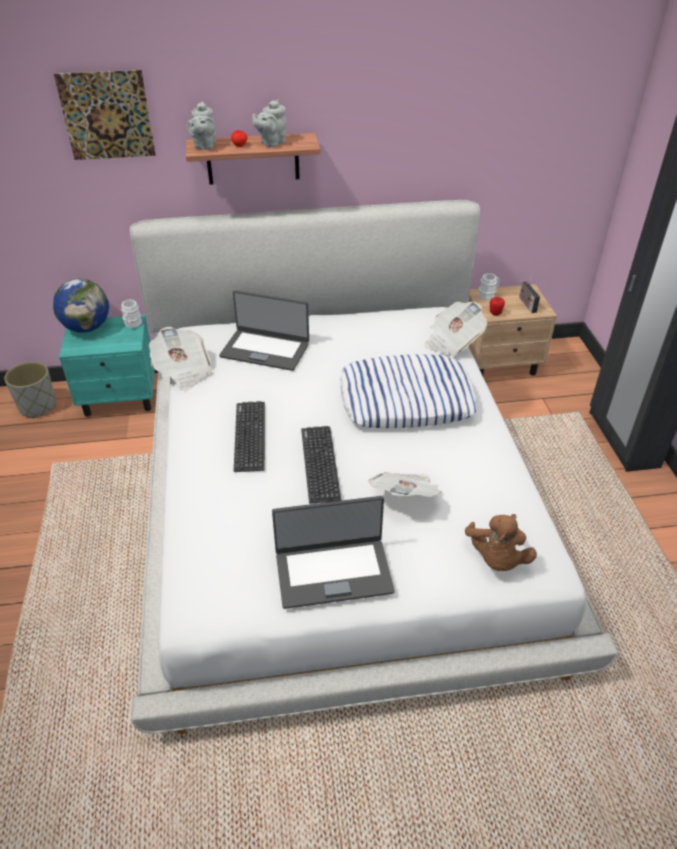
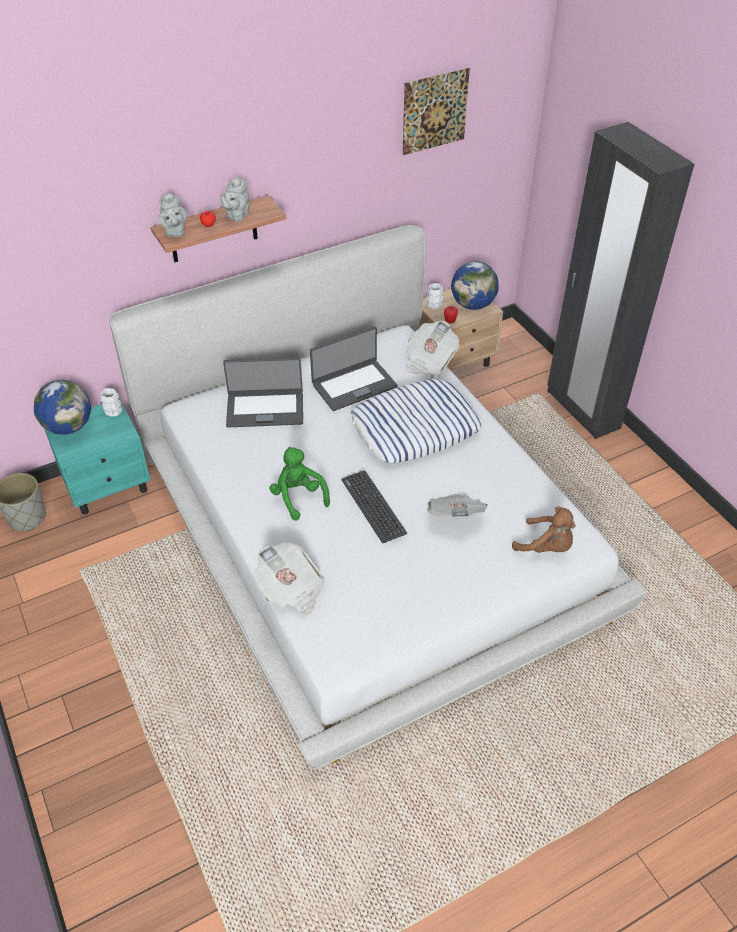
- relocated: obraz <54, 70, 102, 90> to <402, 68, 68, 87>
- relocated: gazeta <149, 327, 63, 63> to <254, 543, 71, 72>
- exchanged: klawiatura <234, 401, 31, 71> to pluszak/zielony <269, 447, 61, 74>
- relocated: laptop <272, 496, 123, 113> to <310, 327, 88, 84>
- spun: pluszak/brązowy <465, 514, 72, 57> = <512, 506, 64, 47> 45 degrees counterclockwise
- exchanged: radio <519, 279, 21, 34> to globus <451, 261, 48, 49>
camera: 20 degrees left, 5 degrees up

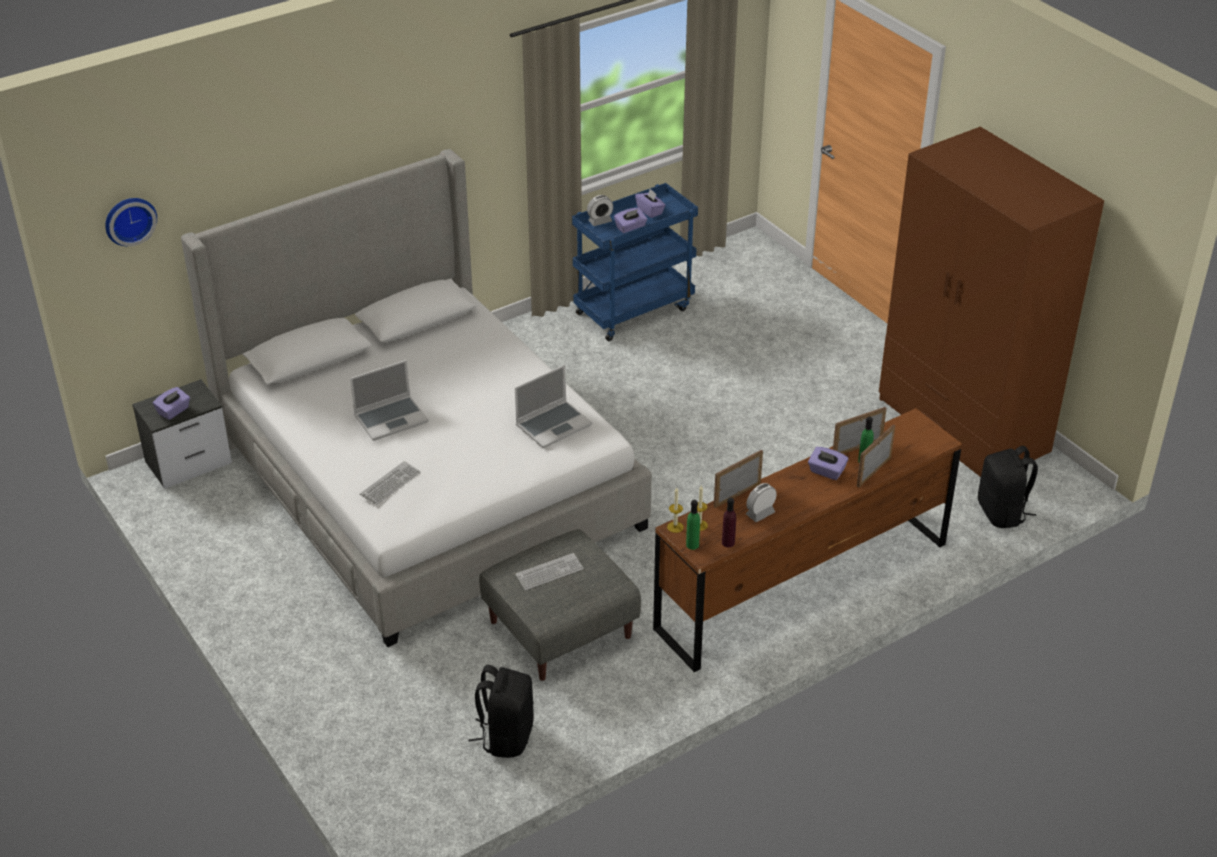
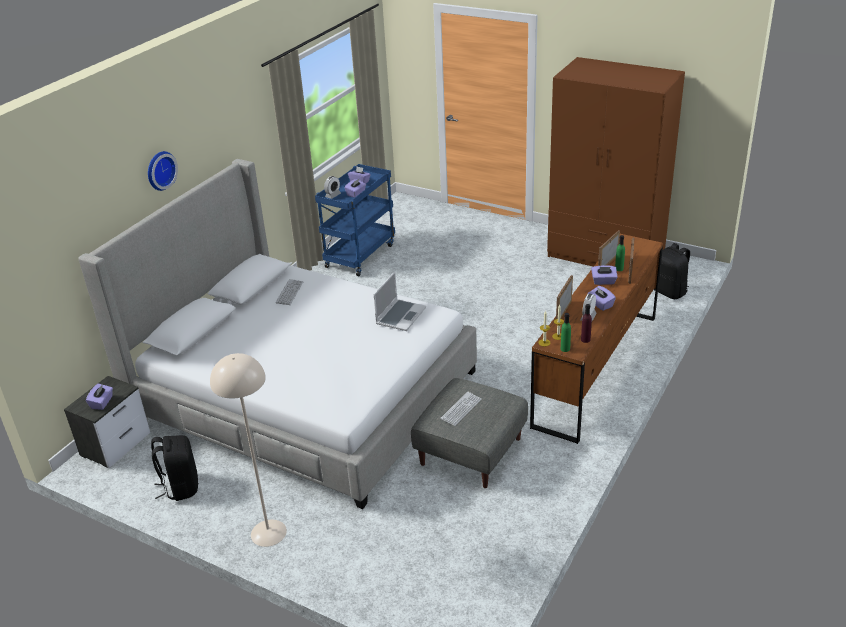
- relocated: zegar ścienny <105, 198, 52, 48> to <148, 151, 30, 40>
- missing: laptop <350, 360, 79, 81>
- relocated: klawiatura <360, 461, 60, 44> to <276, 279, 27, 26>
- relocated: plecak/czarny <469, 665, 65, 93> to <151, 435, 47, 66>
- appeared: lampa stojąca/beżowy <210, 353, 77, 194>
- appeared: pudełko chusteczek/fioletowy <588, 286, 28, 25>
camera: 25 degrees left, 5 degrees down

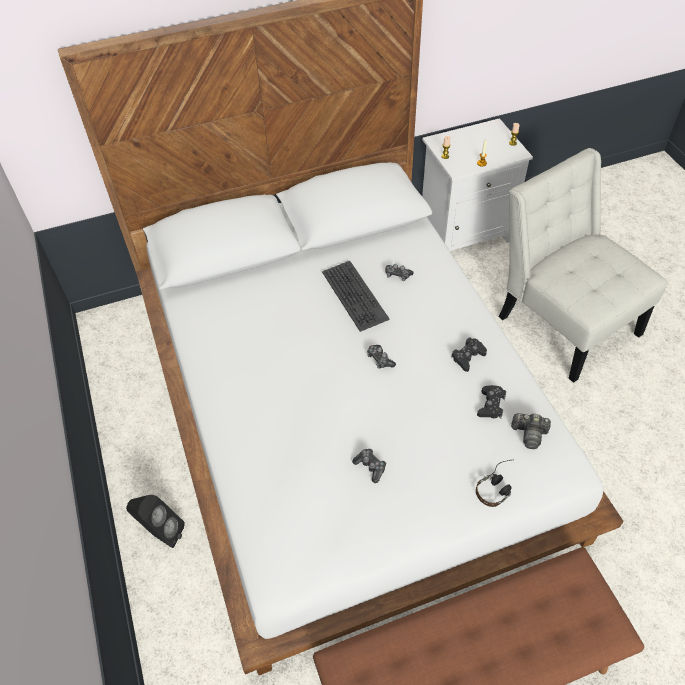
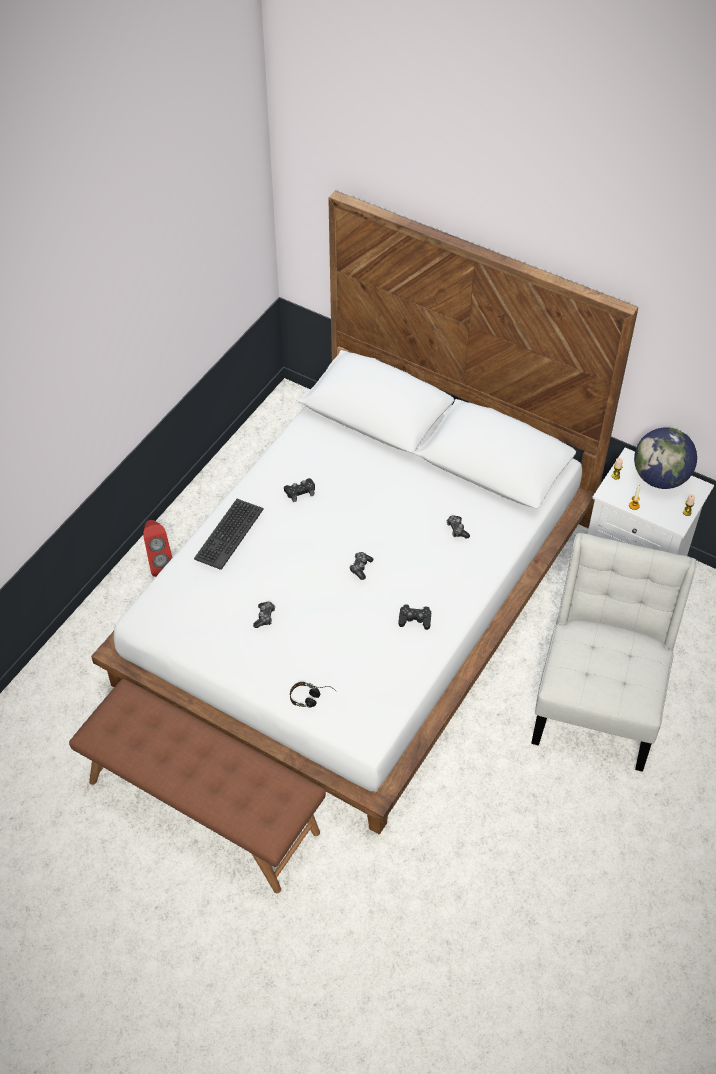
- colour: głośnik/czarny <126, 495, 59, 53> to głośnik/czerwony <143, 520, 30, 57>
- relocated: klawiatura <322, 261, 68, 71> to <194, 499, 70, 71>
- relocated: pad do gier/czarny <477, 385, 29, 33> to <284, 478, 31, 24>
- missing: aparat fotograficzny <511, 413, 40, 36>
- appeared: globus <634, 427, 63, 62>
camera: 50 degrees right, 0 degrees up

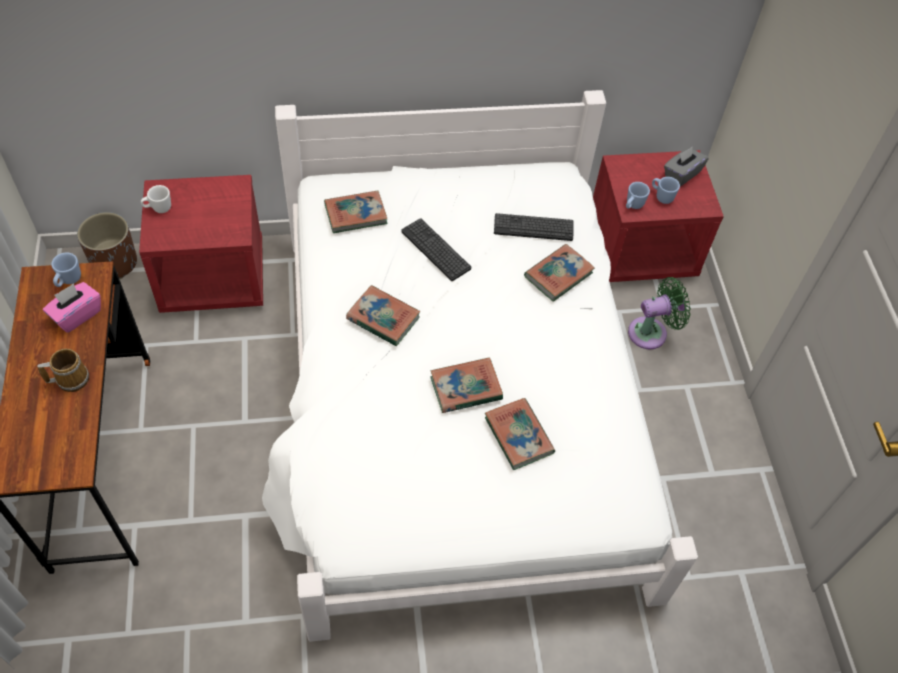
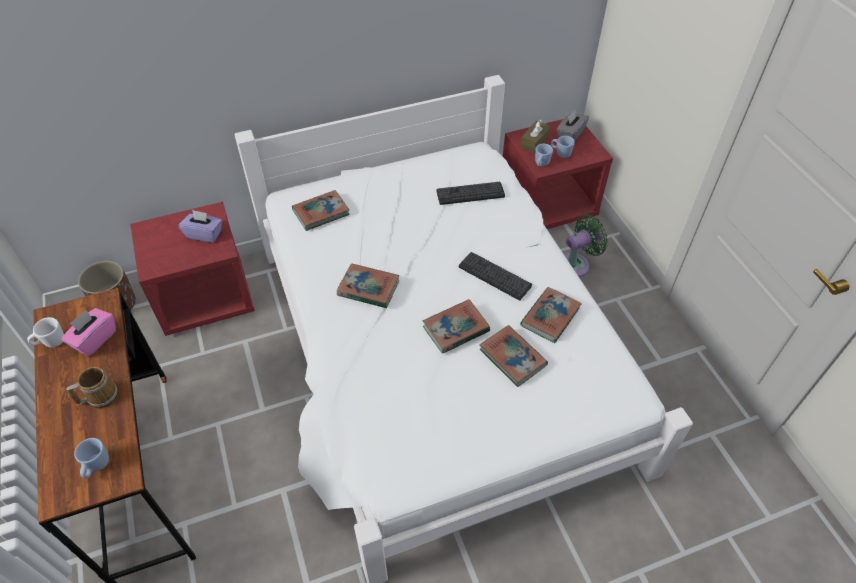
- relocated: kubek/niebieski <51, 253, 30, 34> to <74, 438, 35, 41>
- relocated: kubek/biały <141, 185, 30, 28> to <27, 317, 37, 31>
- relocated: klawiatura <401, 218, 70, 63> to <459, 252, 73, 48>
- relocated: książka <524, 244, 71, 58> to <520, 287, 62, 56>
- appeared: pudełko chusteczek/fioletowy <178, 210, 44, 33>
- appeared: pudełko chusteczek/brązowy <521, 120, 30, 33>
camera: 10 degrees left, 5 degrees down

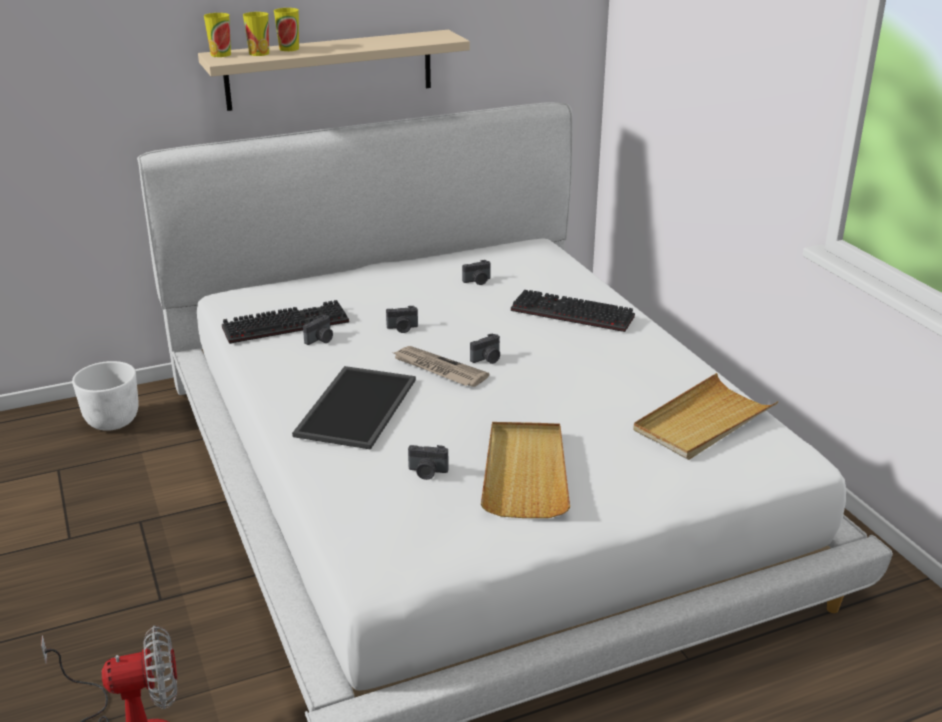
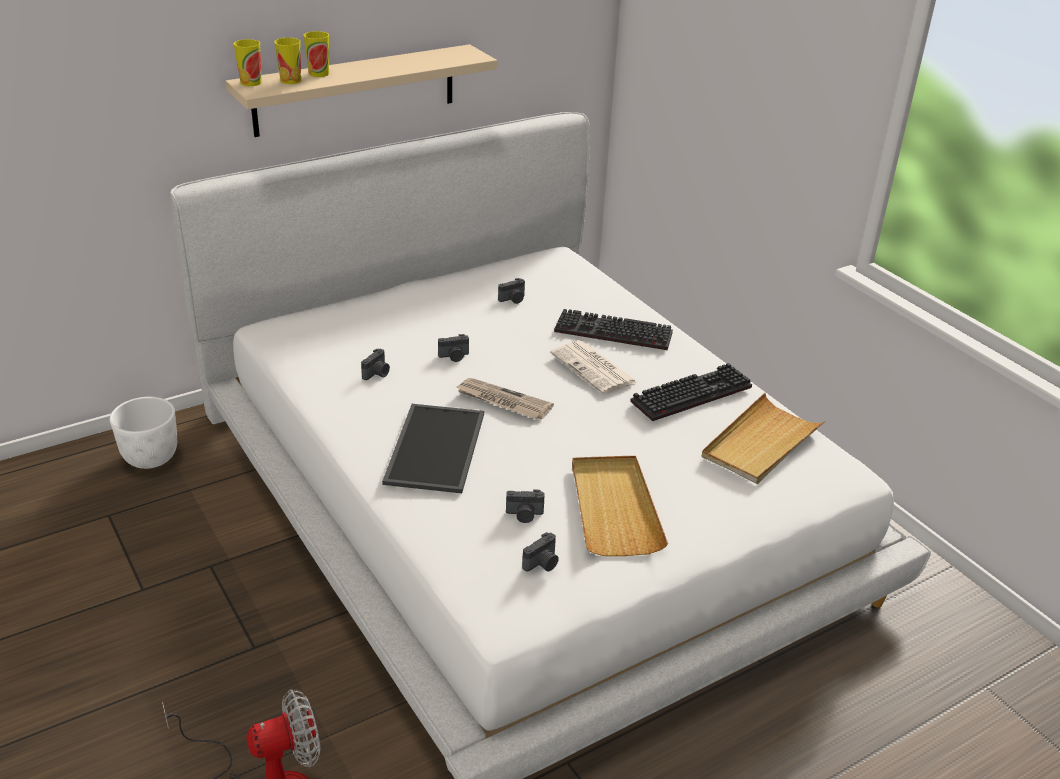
- relocated: klawiatura <222, 300, 127, 44> to <630, 363, 122, 58>
- relocated: aparat fotograficzny <470, 333, 30, 31> to <522, 532, 37, 40>
- appeared: gazeta <550, 340, 87, 54>
camera: 10 degrees left, 5 degrees up

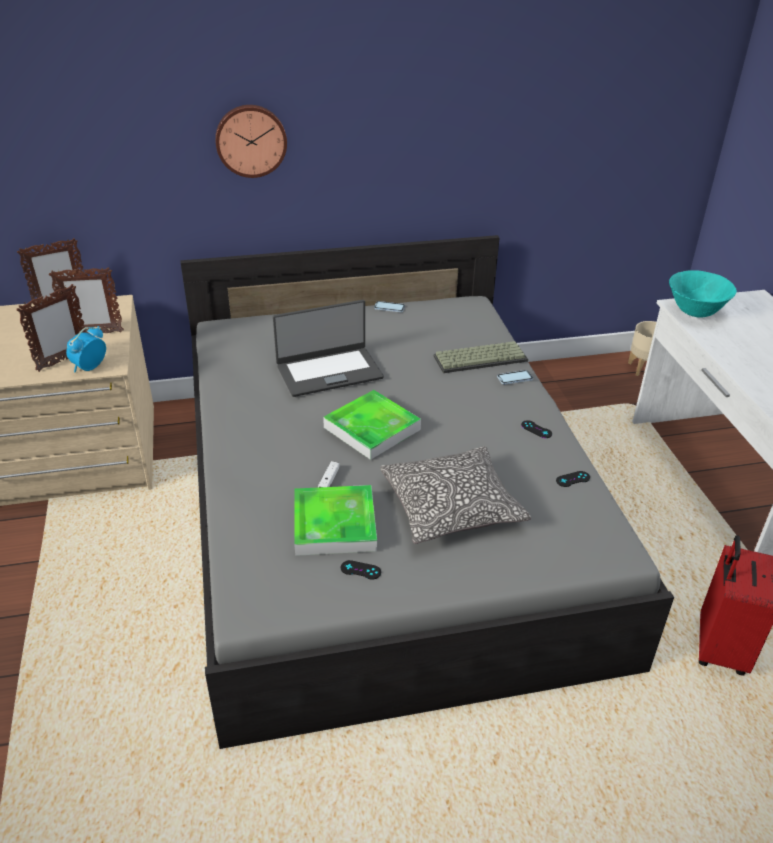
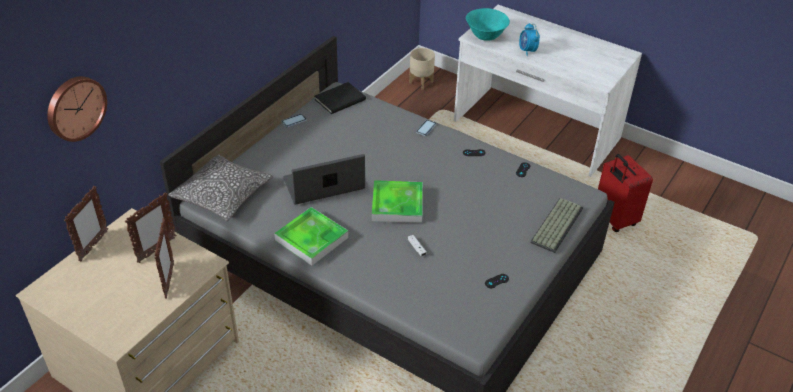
- relocated: budzik <66, 326, 40, 47> to <519, 23, 21, 33>
- relocated: zegar ścienny <215, 105, 72, 73> to <47, 76, 60, 66>
- spun: laptop <273, 300, 111, 97> = <283, 154, 82, 51> 135 degrees counterclockwise
- relocated: taca <294, 485, 83, 71> to <274, 207, 74, 59>
- relocated: poduszka <380, 446, 151, 98> to <168, 155, 105, 66>
- relocated: klawiatura <434, 341, 94, 32> to <530, 198, 53, 55>
- appeared: książka/czarny <314, 82, 52, 32>
camera: 45 degrees left, 5 degrees up

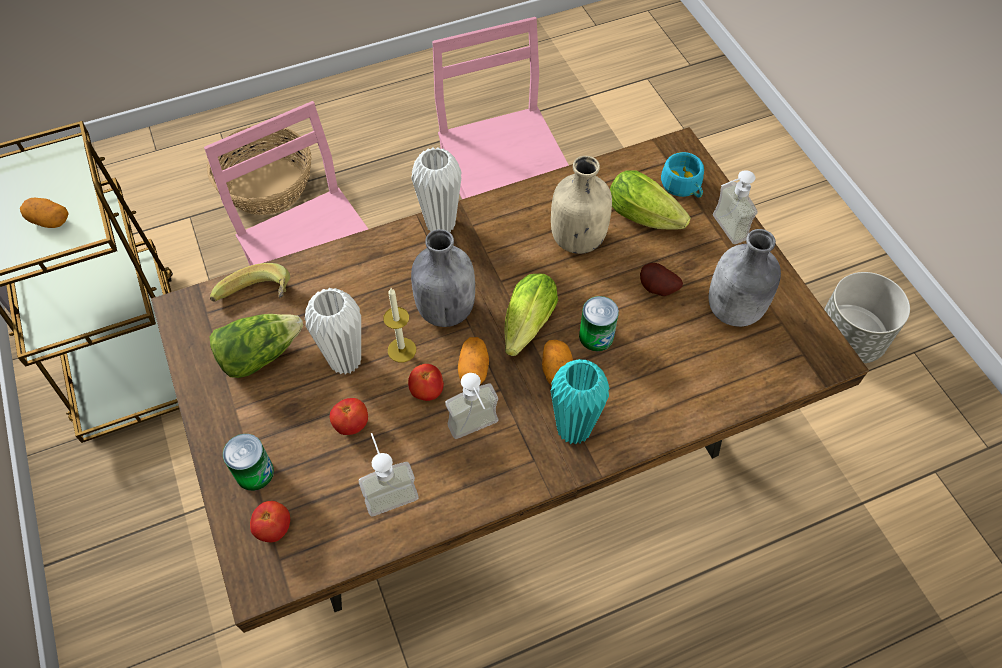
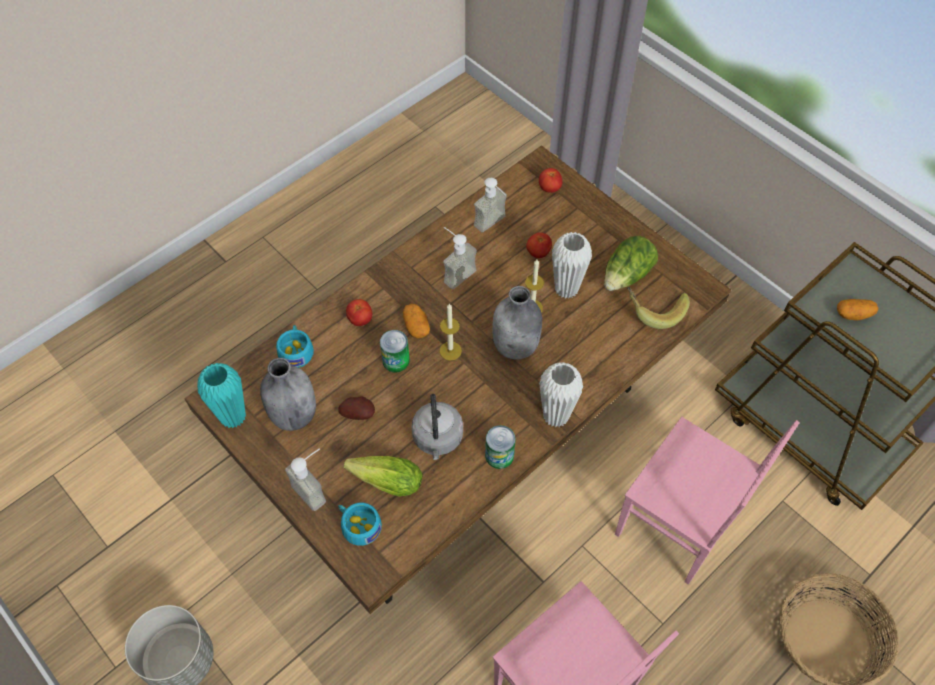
- relocated: puszka <223, 434, 51, 57> to <485, 425, 31, 44>
- relocated: pomidor <408, 364, 36, 37> to <346, 299, 26, 27>
- missing: ziemniak <458, 337, 31, 47>
- exchanged: sałata <504, 274, 54, 82> to świeca <439, 304, 23, 57>
- exchanged: butelka/beżowy <551, 156, 61, 98> to czajnik/szary <411, 394, 52, 66>
- relocated: wazon/turkusowy <551, 359, 58, 86> to <197, 363, 49, 65>
- appeared: filiżanka/turkusowy <276, 325, 38, 43>
camera: 160 degrees right, 0 degrees up

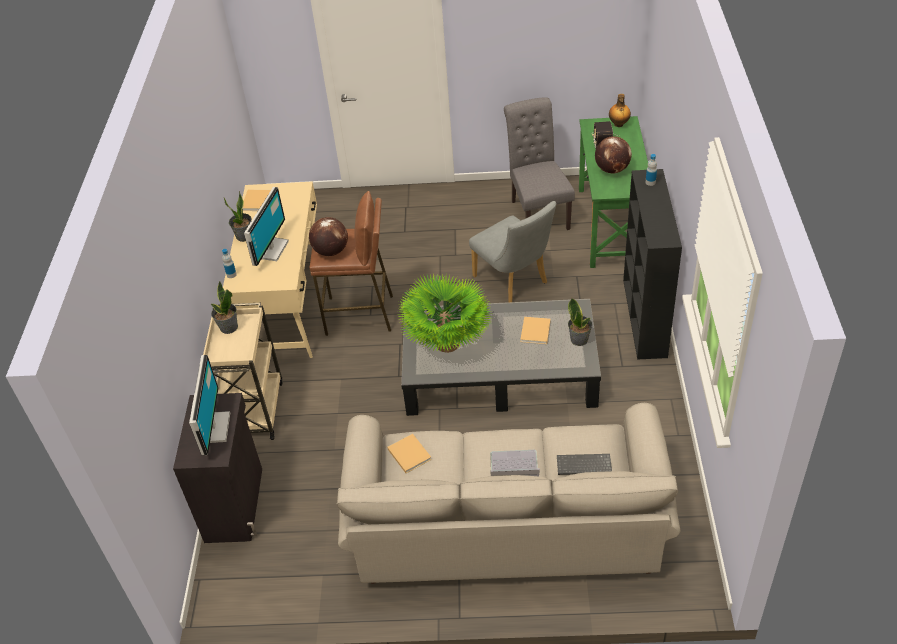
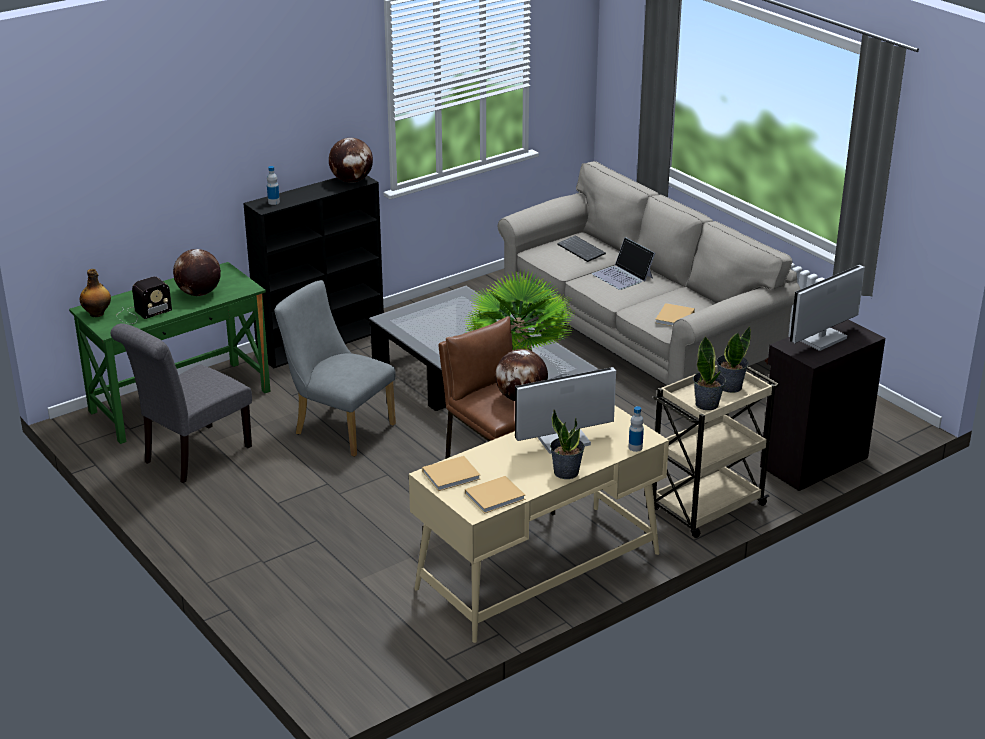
- spun: krzesło/szary <469, 201, 87, 101> = <275, 280, 121, 177> 75 degrees counterclockwise
- relocated: książka/beżowy <520, 317, 31, 27> to <422, 456, 59, 35>
- relocated: roślina doniczkowa <568, 298, 25, 48> to <717, 326, 34, 67>
- appeared: globus <329, 138, 44, 45>
camera: 130 degrees left, 15 degrees down

